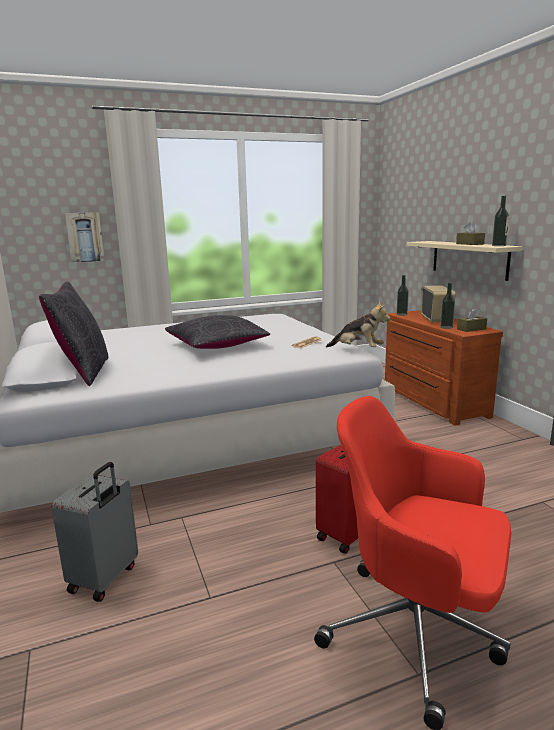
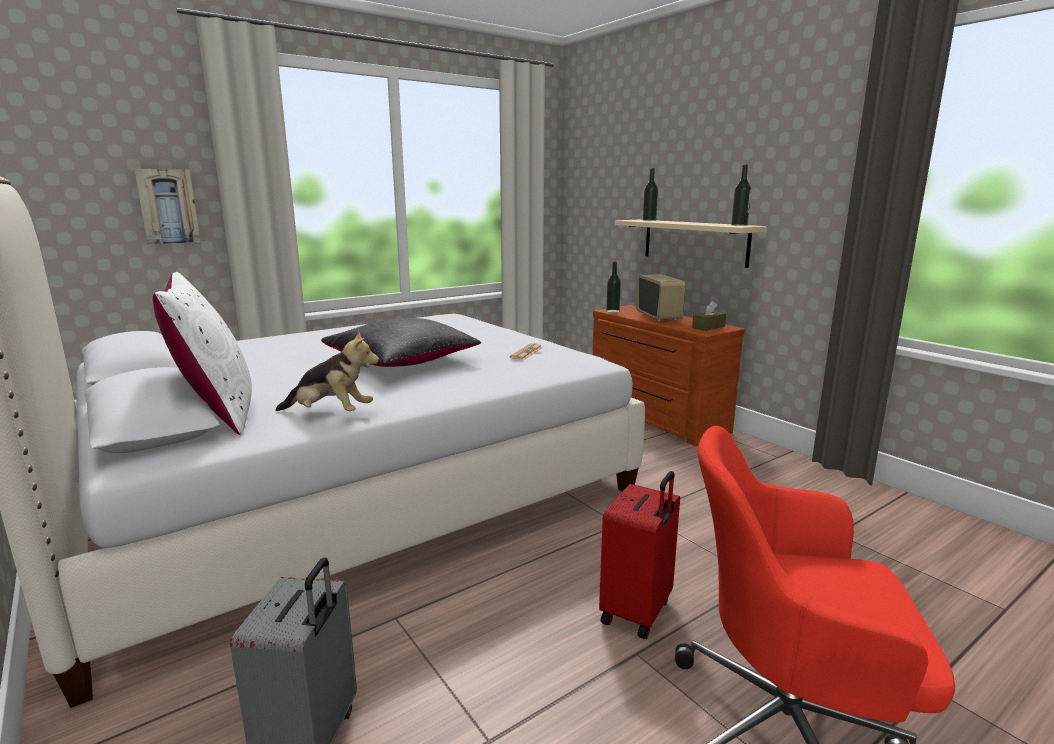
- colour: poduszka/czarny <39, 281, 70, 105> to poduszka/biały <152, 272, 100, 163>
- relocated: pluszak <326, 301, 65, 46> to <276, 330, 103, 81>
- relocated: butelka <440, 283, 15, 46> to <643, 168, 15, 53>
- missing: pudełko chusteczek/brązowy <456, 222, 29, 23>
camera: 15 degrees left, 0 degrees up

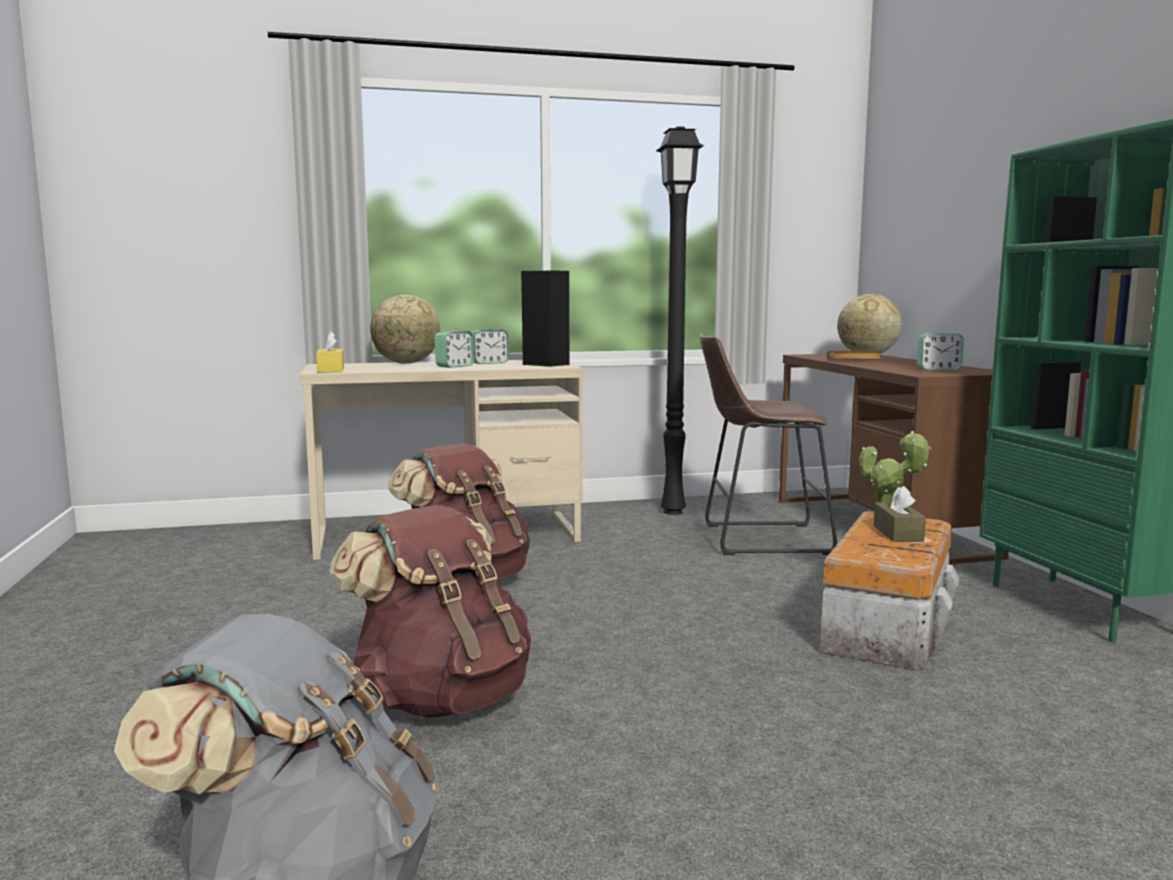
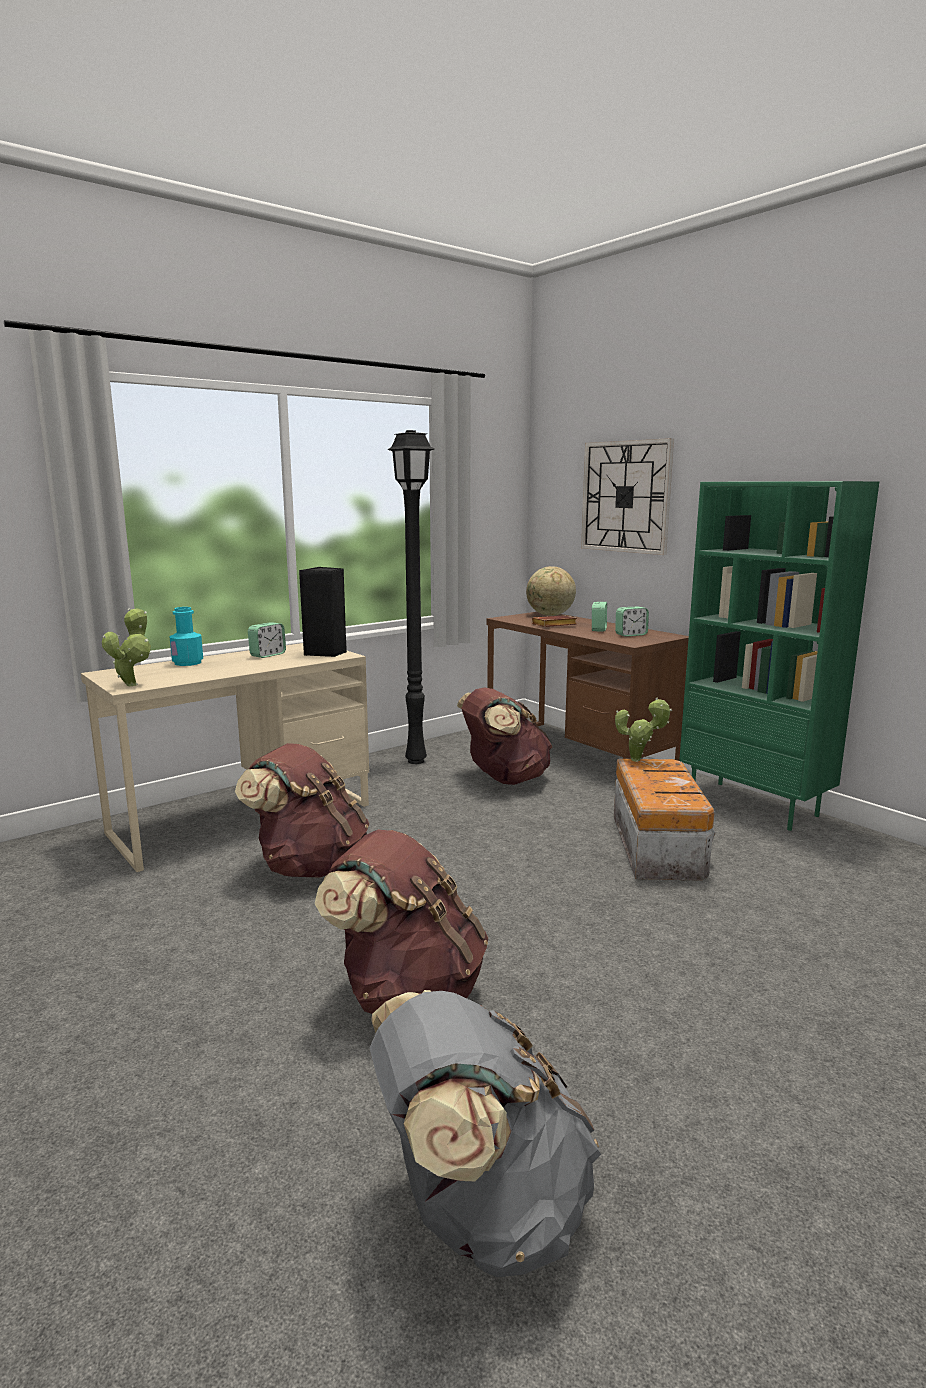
- exchanged: pudełko chusteczek/żółty <316, 332, 28, 41> to roślina doniczkowa <102, 608, 49, 78>
- exchanged: globus <370, 295, 70, 69> to butelka/turkusowy <169, 607, 34, 59>
- relocated: budzik <434, 331, 41, 37> to <592, 602, 15, 30>
- exchanged: stołek/brązowy <700, 333, 137, 222> to plecak/brązowy <457, 687, 95, 98>
- missing: pudełko chusteczek/brązowy <874, 486, 52, 56>
- appeared: zegar ścienny <581, 438, 93, 117>
camera: 25 degrees left, 5 degrees up

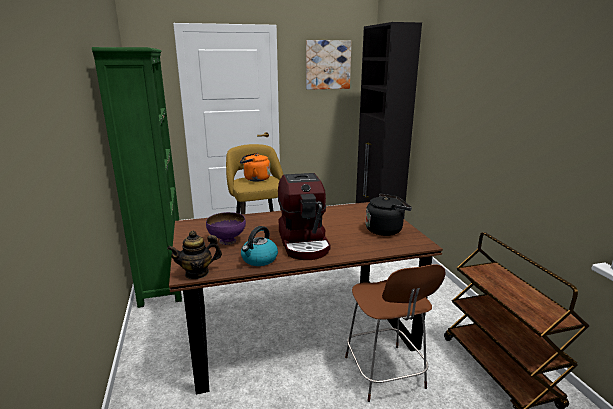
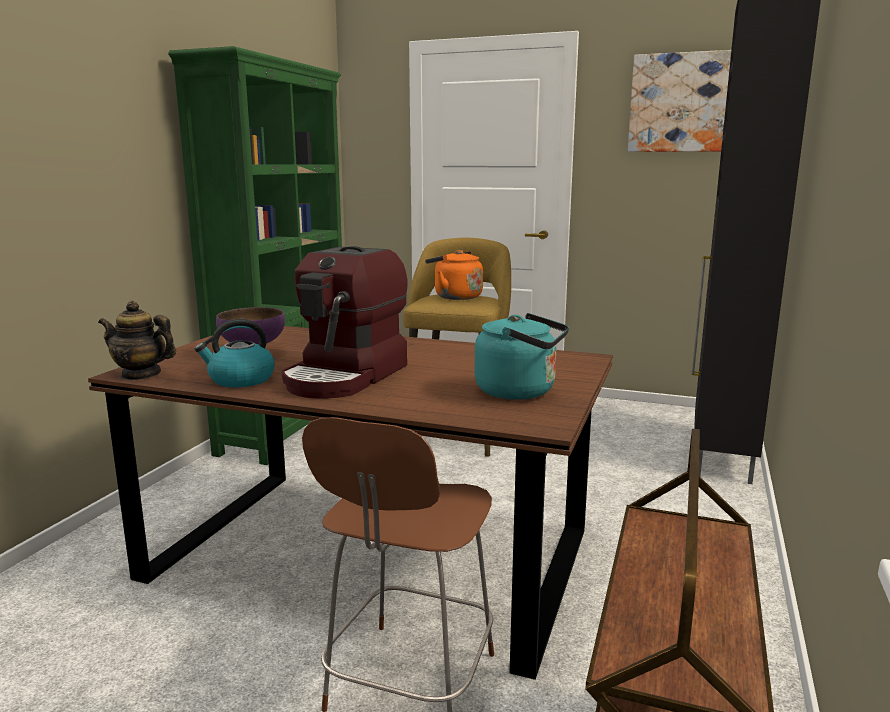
- colour: czajnik/czarny <365, 194, 47, 42> to czajnik/turkusowy <475, 313, 94, 87>
camera: 35 degrees right, 5 degrees down

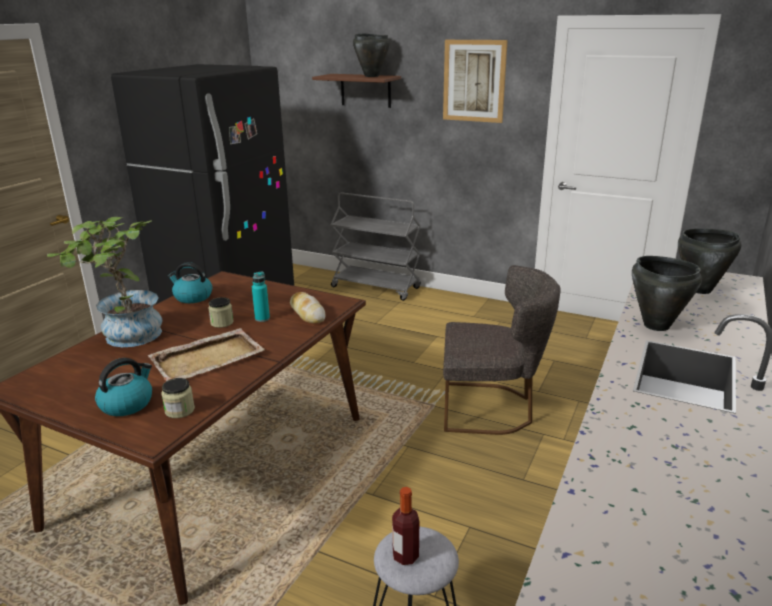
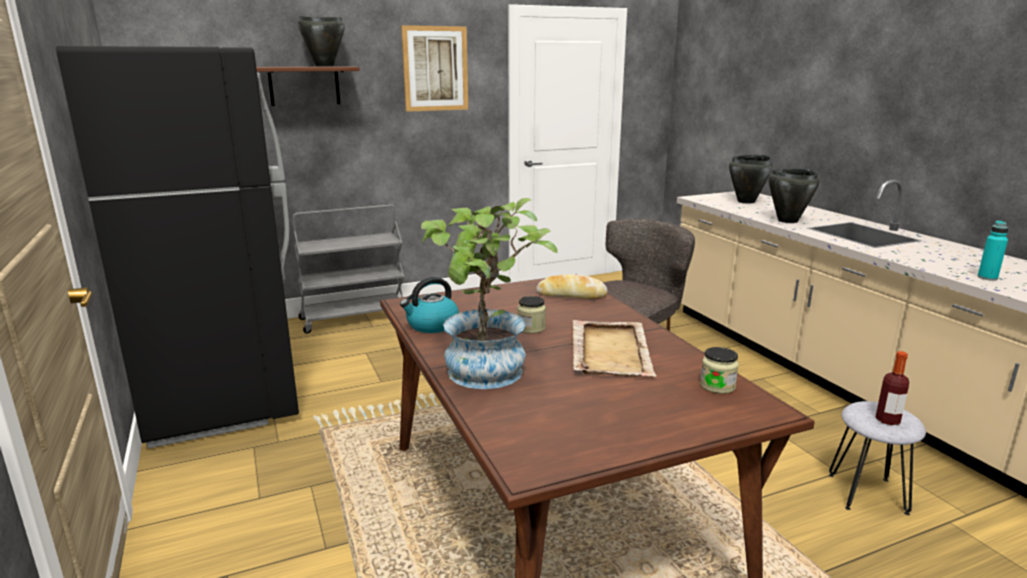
- missing: czajnik <95, 358, 57, 58>
- relocated: butelka/turkusowy <252, 272, 18, 50> to <977, 221, 31, 60>
camera: 50 degrees left, 5 degrees down

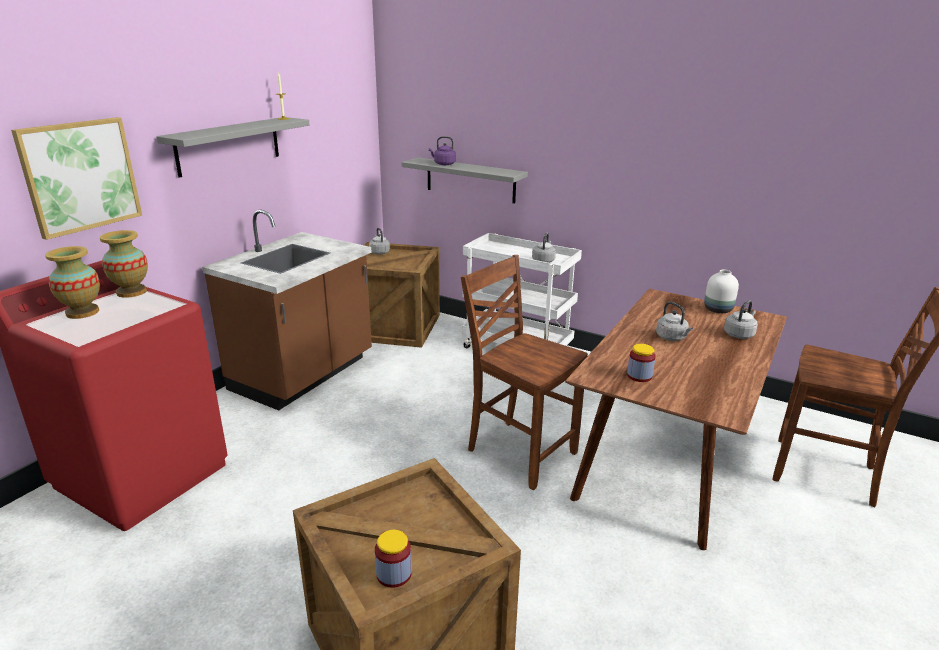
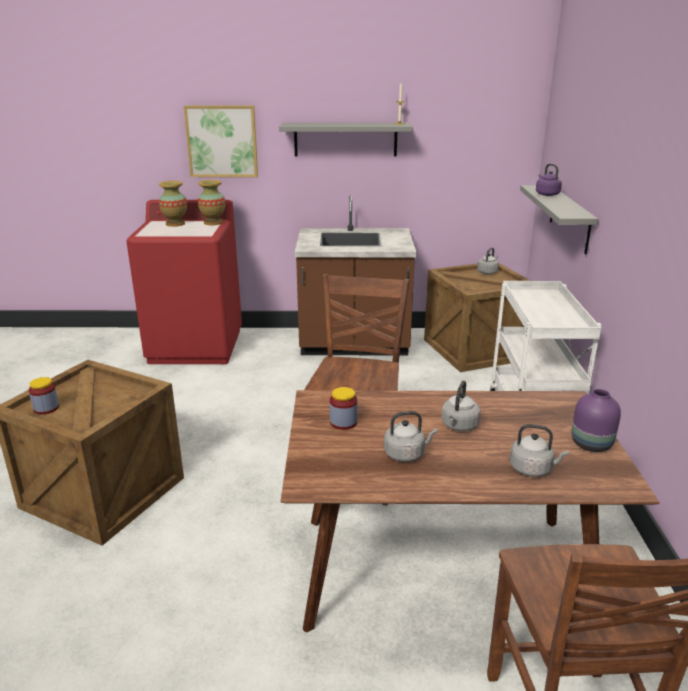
- relocated: czajnik/szary <532, 233, 24, 30> to <384, 411, 54, 51>
- colour: wazon/biały <704, 270, 35, 43> to wazon/fioletowy <571, 389, 50, 63>
camera: 60 degrees right, 0 degrees up

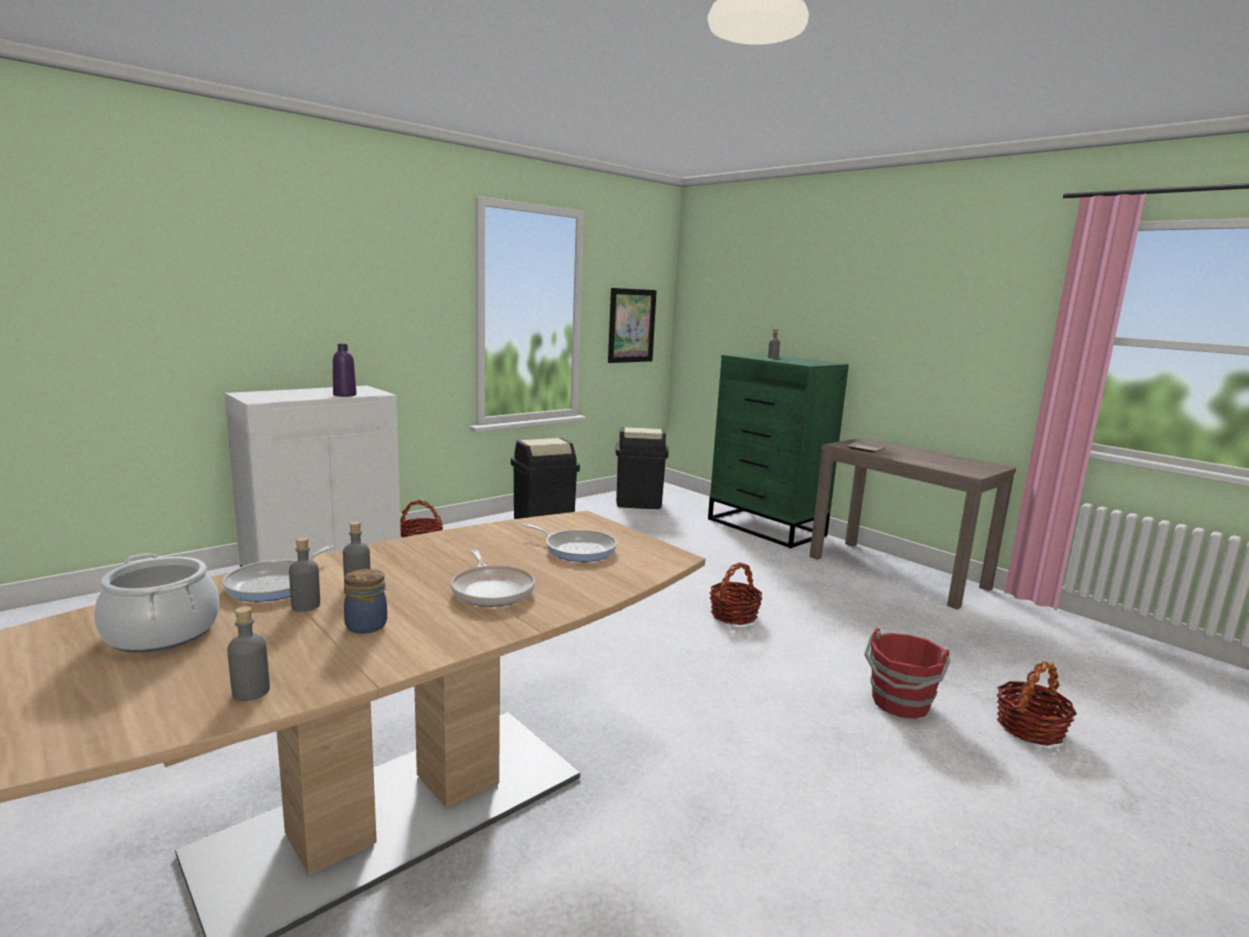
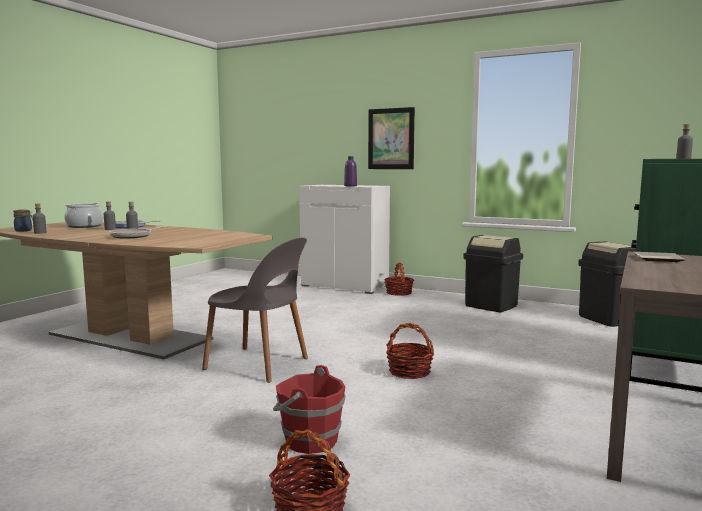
- relocated: słoik <344, 569, 43, 65> to <13, 209, 20, 23>
- missing: patelnia <524, 524, 93, 38>
- relocated: obraz <608, 288, 49, 75> to <368, 107, 47, 62>
- appeared: krzesło/szary <202, 238, 106, 145>
camera: 70 degrees right, 5 degrees down

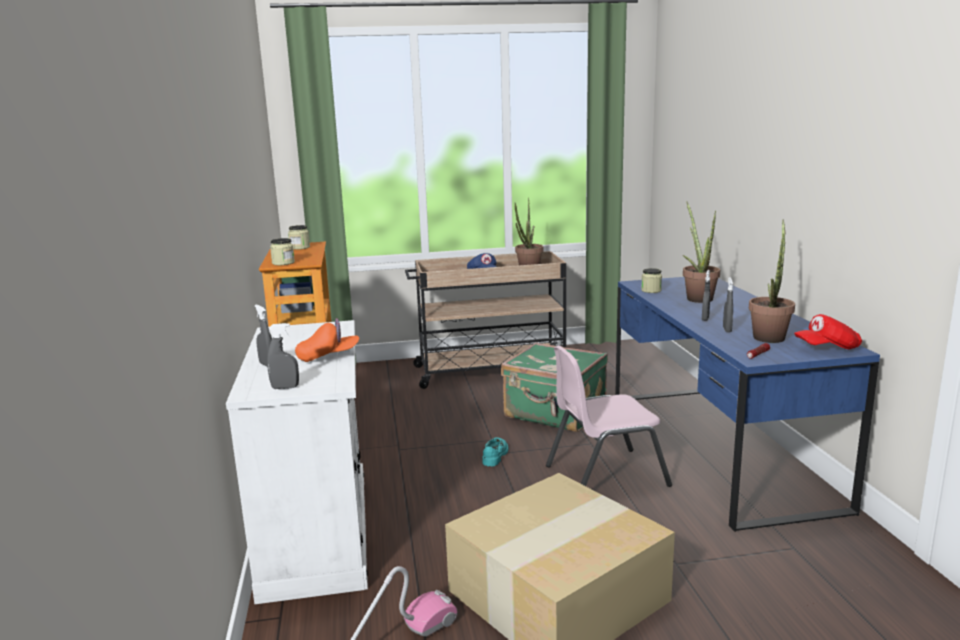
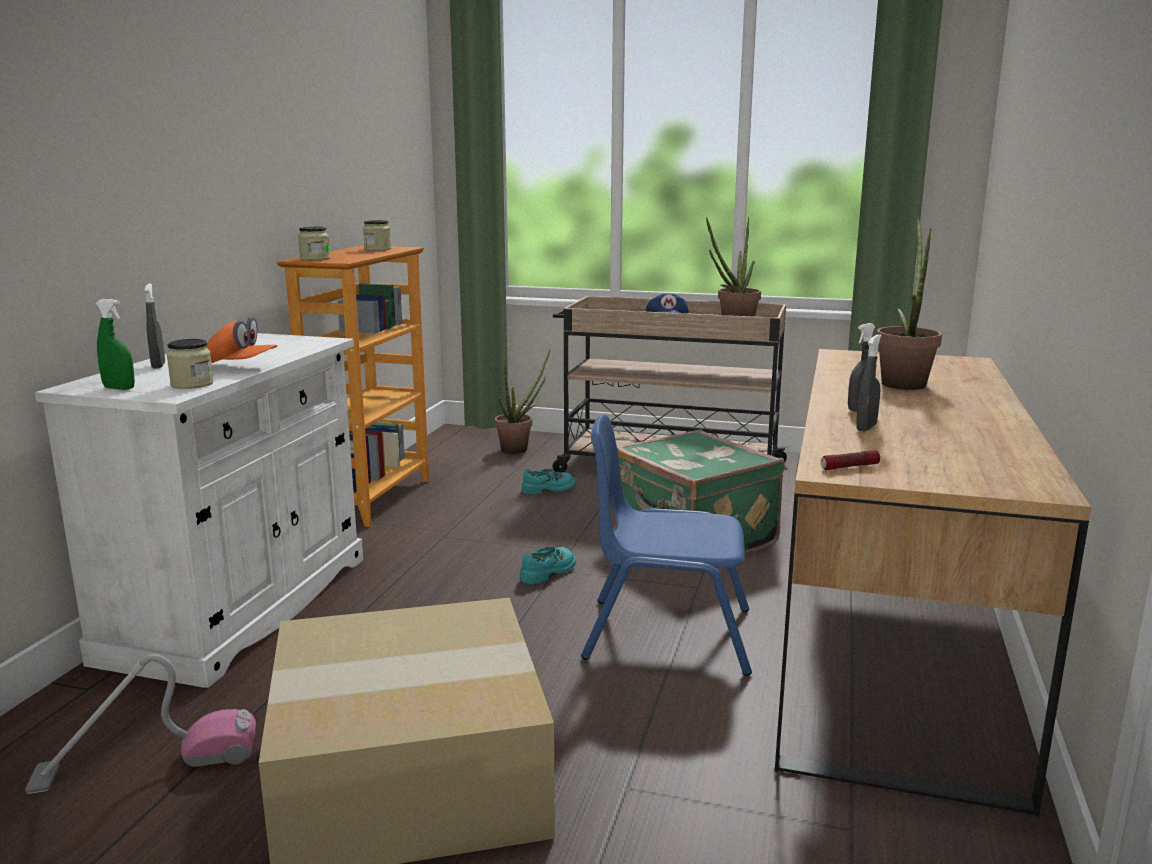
- colour: spryskiwacz/szary <267, 323, 32, 66> to spryskiwacz/zielony <96, 299, 39, 91>
- colour: krzesło/różowy <546, 346, 126, 141> to krzesło/niebieski <581, 414, 171, 262>
- colour: biurko/niebieski <615, 277, 265, 255> to biurko/brązowy <775, 349, 316, 468>
- relocated: słoik <641, 268, 21, 25> to <167, 339, 47, 50>
- relocated: roślina doniczkowa <749, 220, 46, 123> to <495, 350, 55, 104>
- missing: czapka z daszkiem/czerwony <794, 314, 68, 35>
- appeared: but/turkusowy <522, 469, 53, 25>
camera: 25 degrees right, 0 degrees up

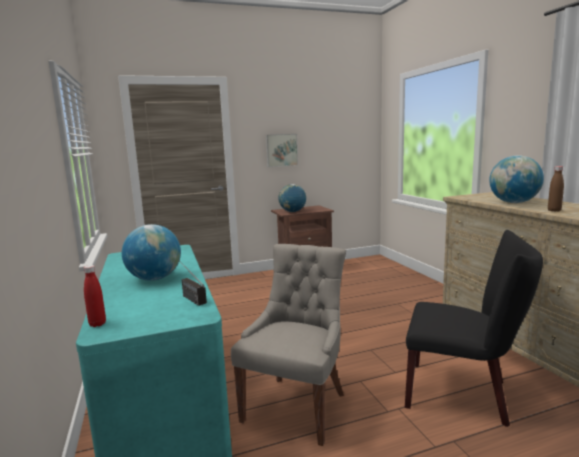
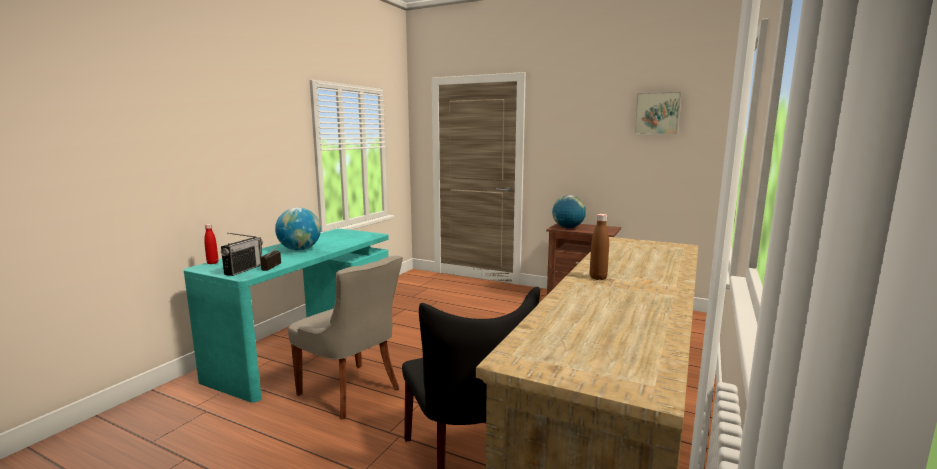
- spun: krzesło/szary <231, 244, 115, 202> = <288, 256, 115, 163> 60 degrees clockwise
- relocated: obraz <266, 134, 32, 33> to <634, 92, 48, 43>
- missing: globus <489, 155, 55, 48>
- appeared: radio <221, 233, 42, 43>
camera: 45 degrees right, 0 degrees up

